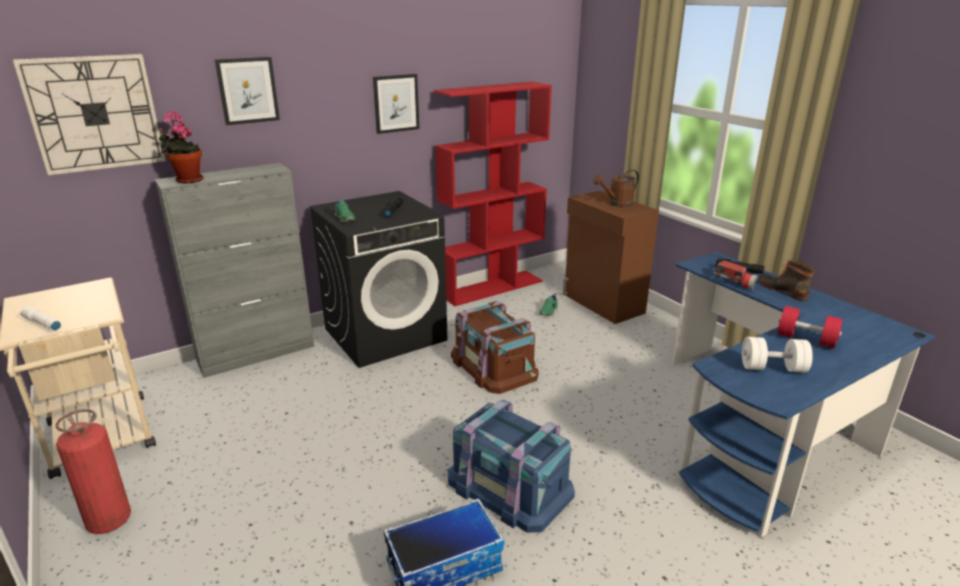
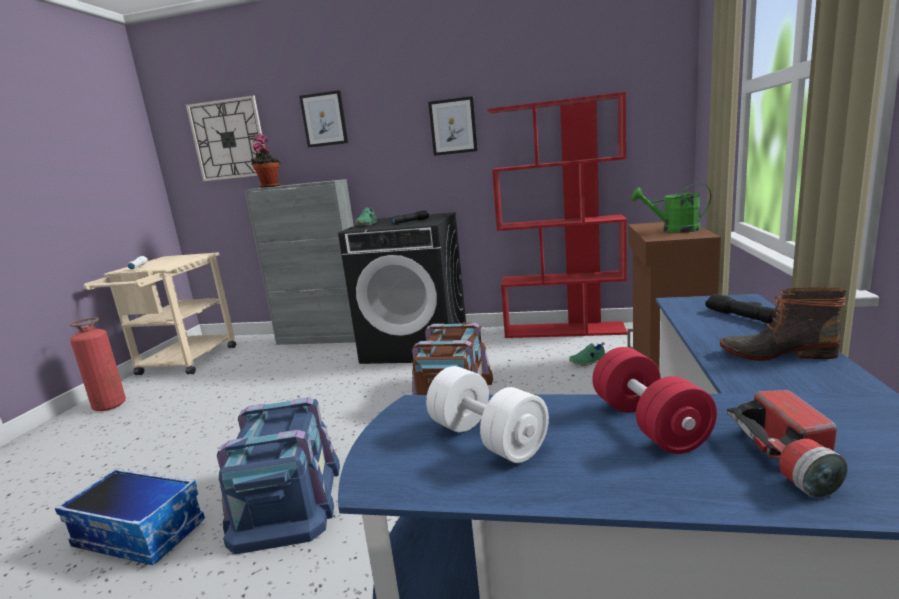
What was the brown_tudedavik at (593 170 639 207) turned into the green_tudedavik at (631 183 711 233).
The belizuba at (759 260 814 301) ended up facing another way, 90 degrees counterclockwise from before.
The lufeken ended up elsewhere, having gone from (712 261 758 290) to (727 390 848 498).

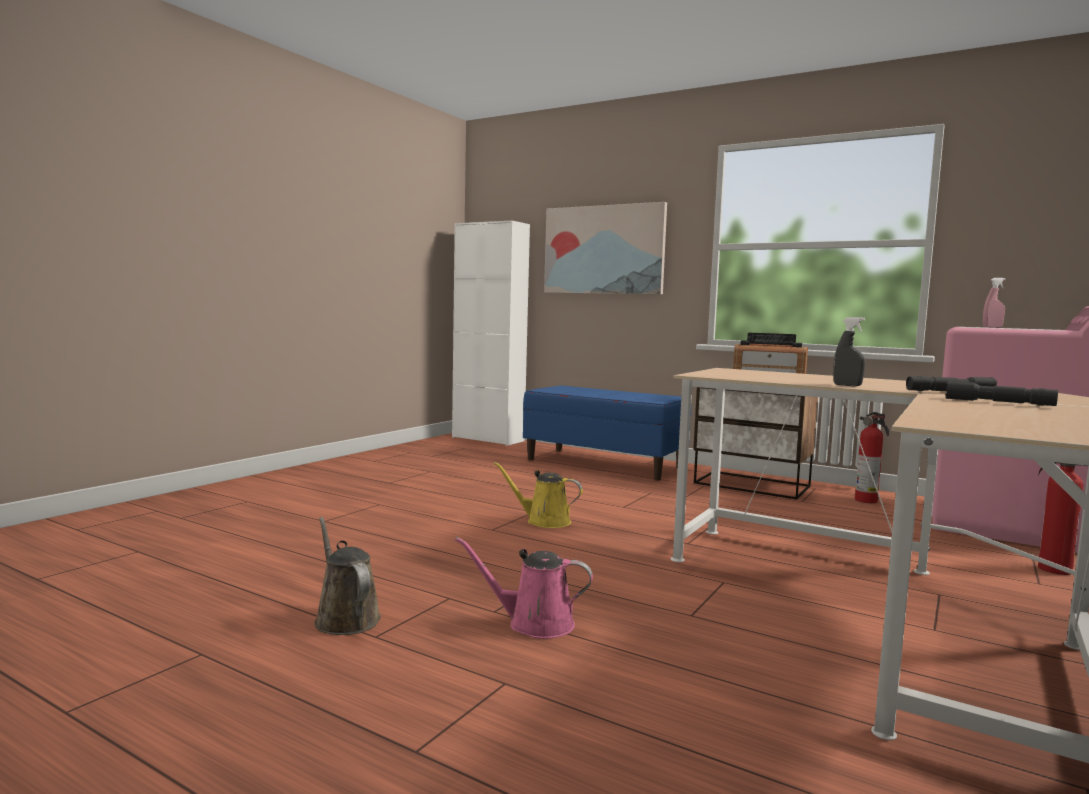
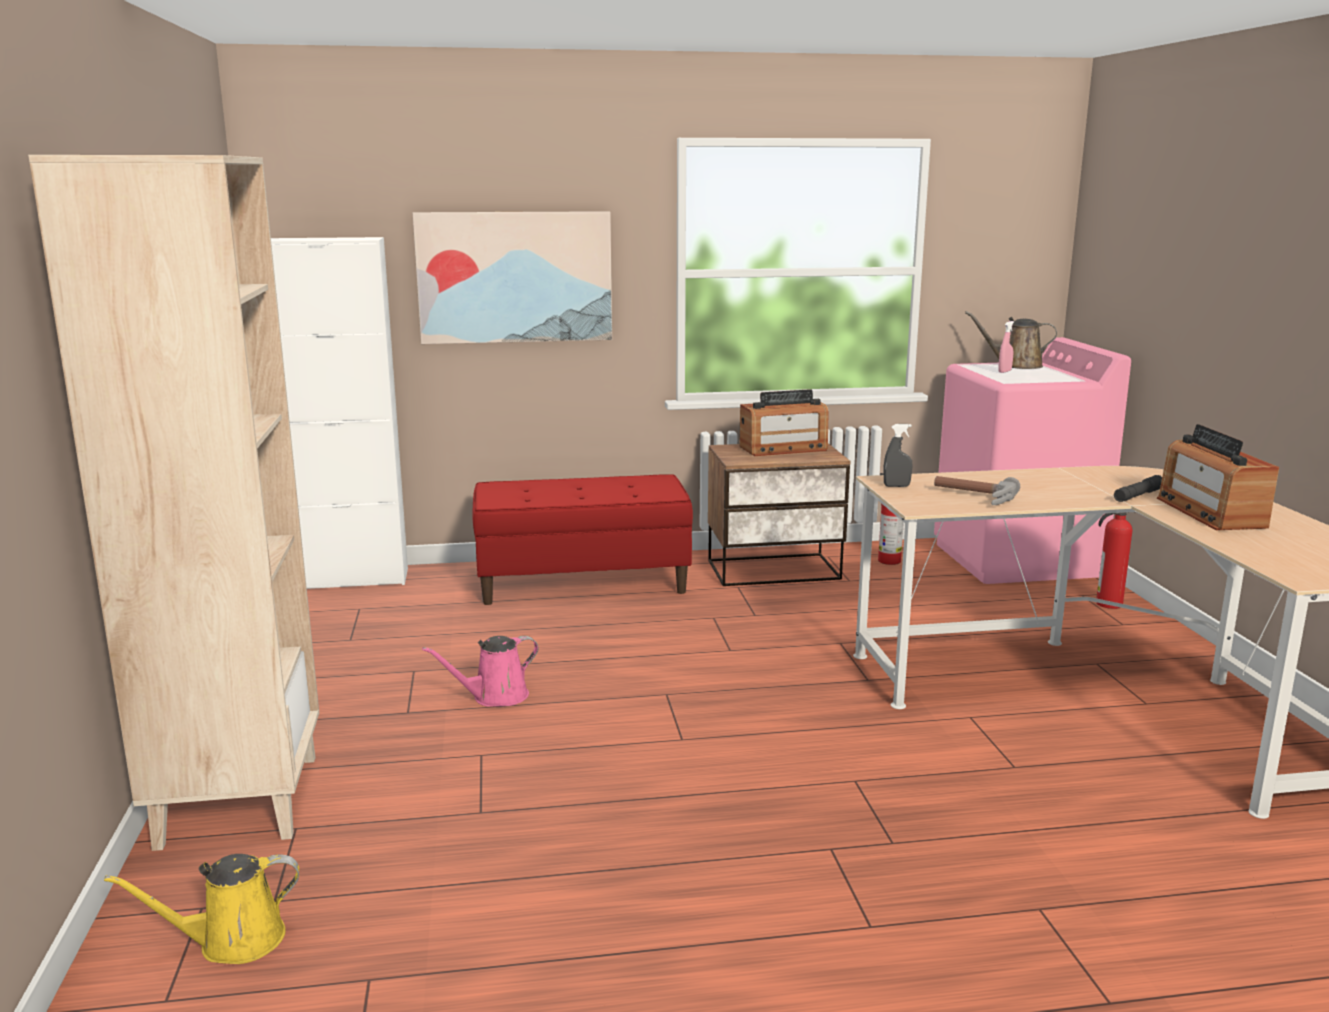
The second view gained the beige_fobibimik at (28 155 319 851).
The yellow_tudedavik ended up elsewhere, having gone from (493 462 583 528) to (104 854 299 964).
The pink_tudedavik ended up elsewhere, having gone from (455 537 593 639) to (422 636 539 707).
What was the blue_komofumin at (523 385 691 480) turned into the red_komofumin at (472 474 693 605).
The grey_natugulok ended up elsewhere, having gone from (833 317 865 386) to (883 424 913 487).
The second view gained the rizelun at (934 476 1020 505).
The brown_tudedavik ended up elsewhere, having gone from (314 517 381 635) to (965 311 1057 369).
Where the grey_lufeken stood at (945 381 1058 406), the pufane came to stand at (1157 424 1279 530).

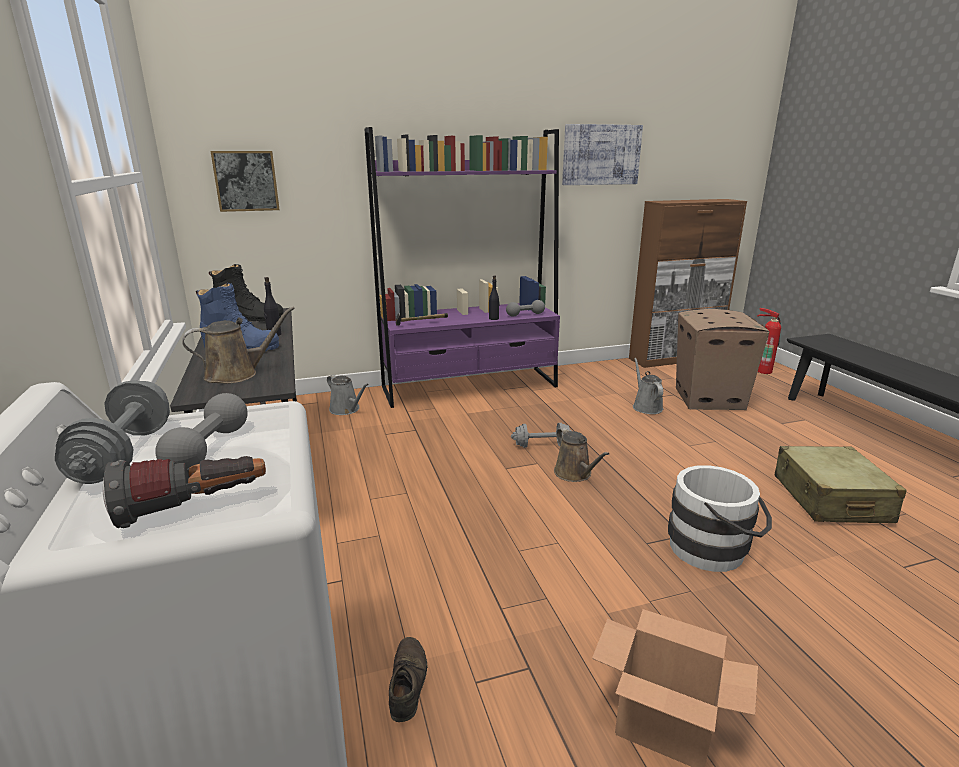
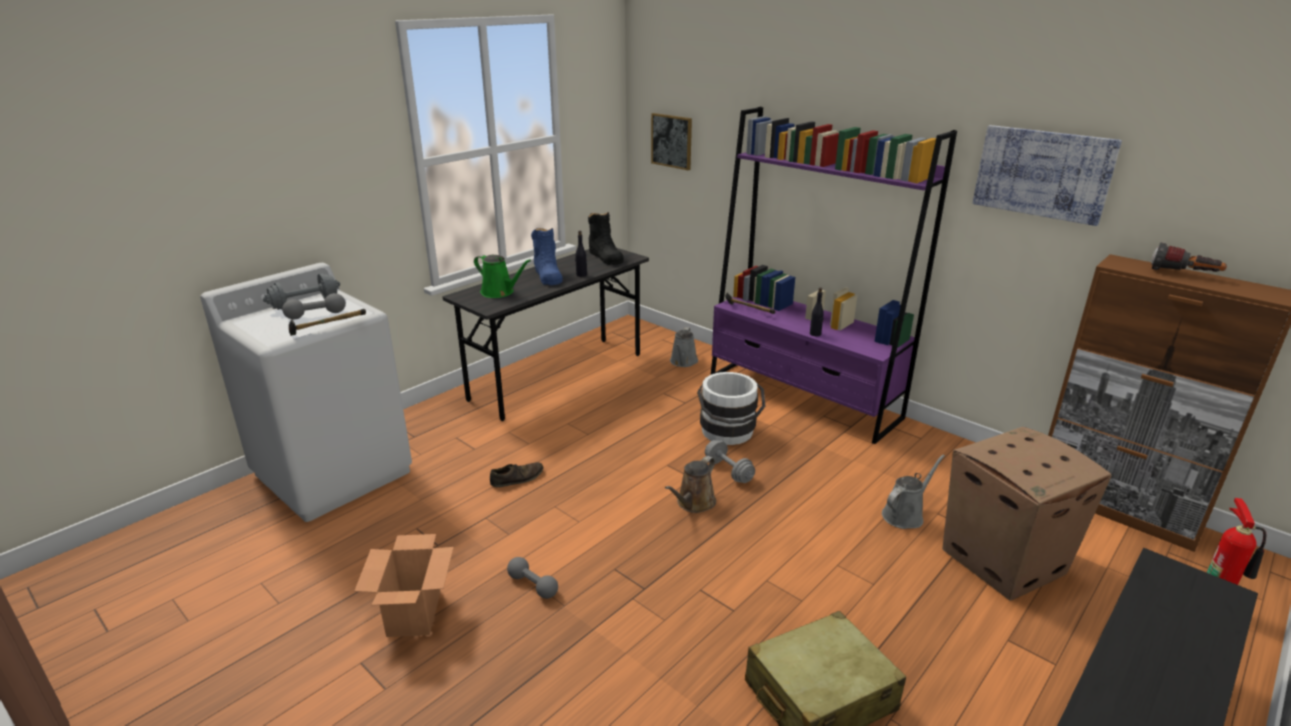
The second view gained the rizelun at (289 309 366 336).
What was the brown_tudedavik at (182 307 295 384) turned into the green_tudedavik at (474 255 531 298).
The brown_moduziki ended up elsewhere, having gone from (389 637 427 722) to (490 462 543 487).
The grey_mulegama ended up elsewhere, having gone from (506 300 545 317) to (507 557 558 599).
The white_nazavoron ended up elsewhere, having gone from (668 465 772 572) to (697 372 765 445).
The lufeken ended up elsewhere, having gone from (103 456 266 528) to (1151 243 1227 272).

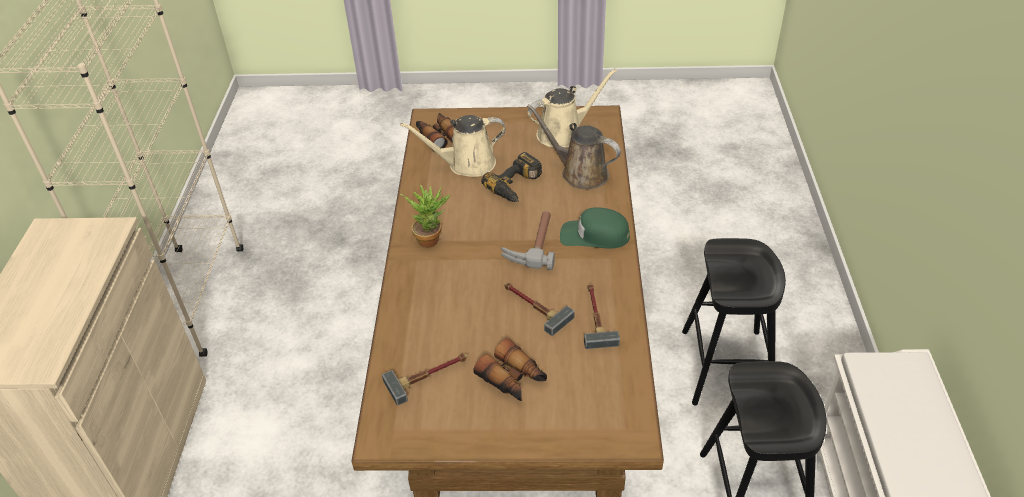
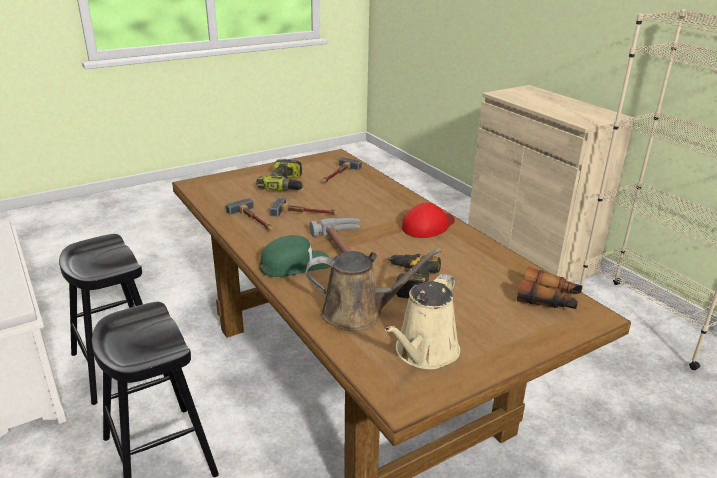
Where the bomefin stood at (473 338 547 401), the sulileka came to stand at (256 159 304 191).
Where the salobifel stood at (400 185 450 248), the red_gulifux came to stand at (402 203 455 238).
The second view lost the beige_tudedavik at (400 115 506 177).

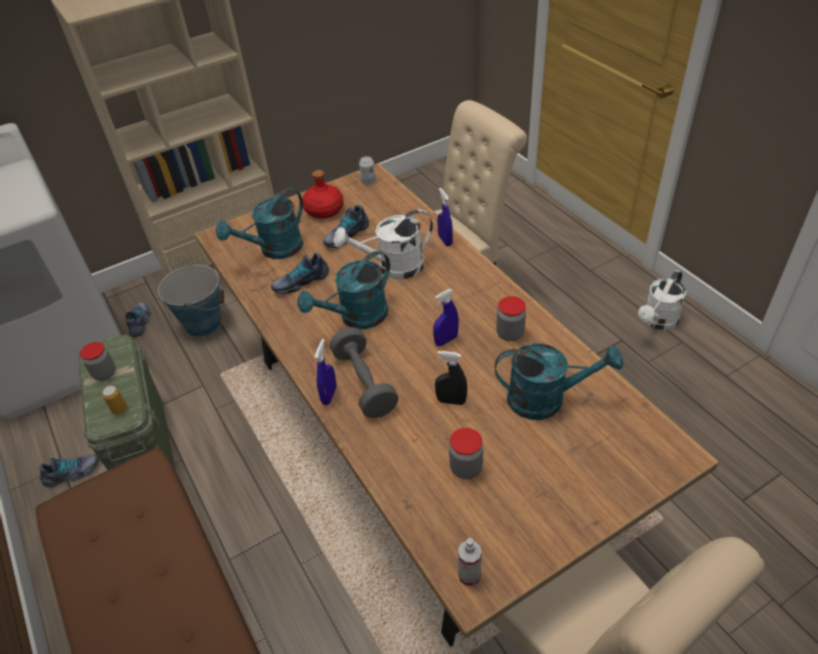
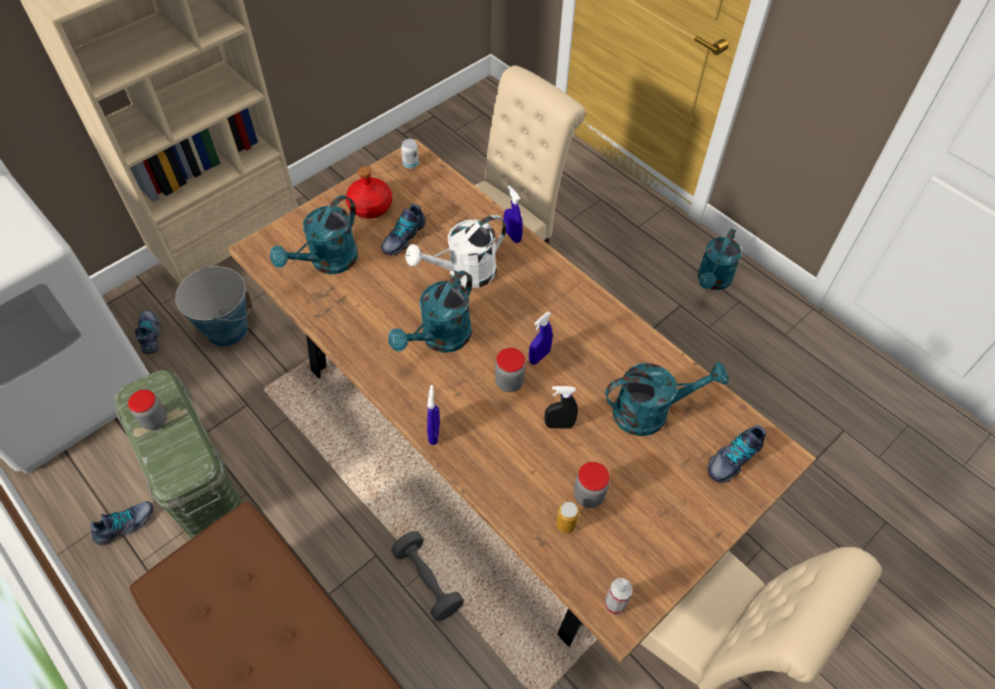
The grey_mulegama ended up elsewhere, having gone from (330 327 399 418) to (391 531 464 621).
The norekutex ended up elsewhere, having gone from (496 296 526 341) to (495 348 526 392).
The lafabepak ended up elsewhere, having gone from (102 386 127 415) to (556 502 579 534).
What was the white_tudedavik at (638 270 686 330) turned into the turquoise_tudedavik at (698 228 742 290).
The moduziki ended up elsewhere, having gone from (271 252 329 294) to (708 425 766 483).

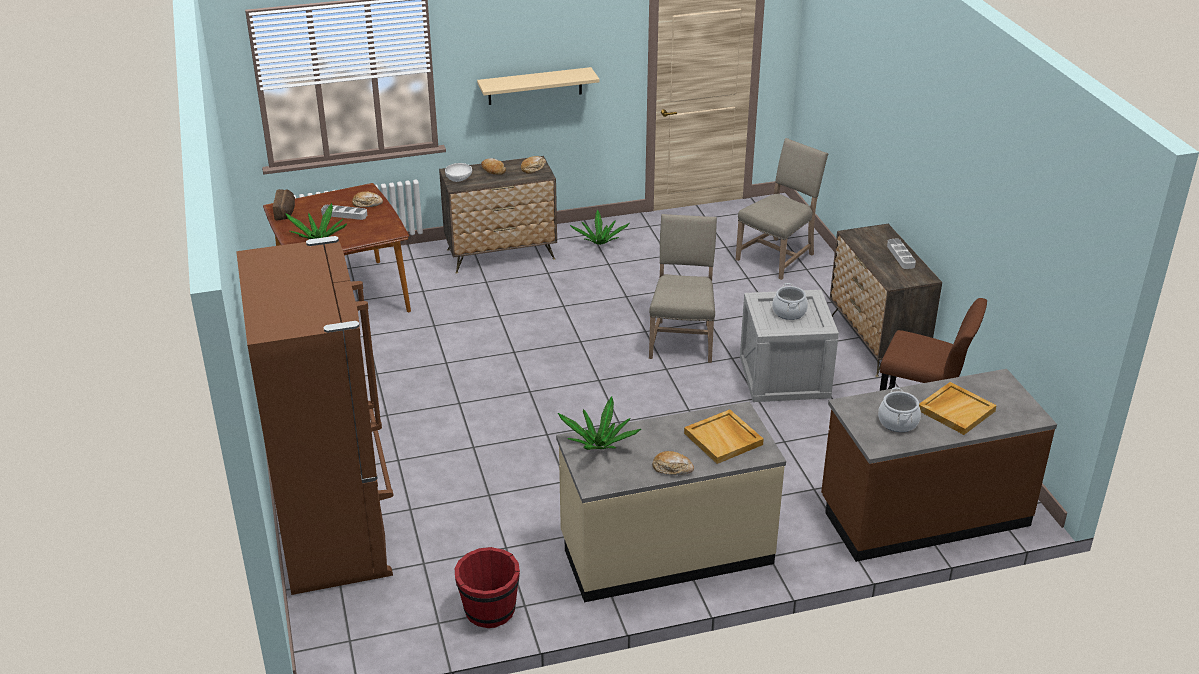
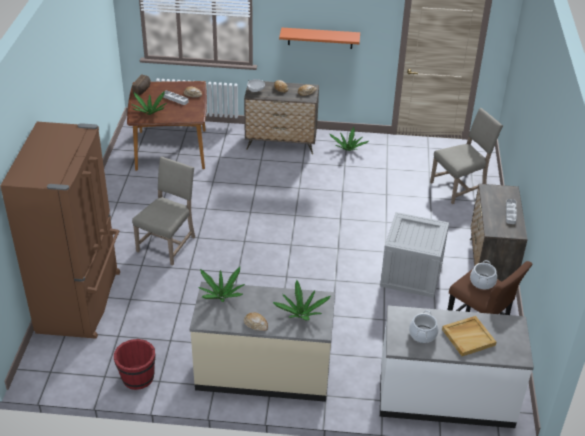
The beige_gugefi ended up elsewhere, having gone from (649 214 717 363) to (132 157 195 266).
Where the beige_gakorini stood at (684 410 764 464), the salobifel came to stand at (273 280 331 320).
What was the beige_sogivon at (477 67 599 105) turned into the orange_sogivon at (279 28 360 49).
What was the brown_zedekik at (821 369 1057 562) turned into the white_zedekik at (380 305 534 428).
The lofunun ended up elsewhere, having gone from (772 283 808 320) to (470 260 497 290).

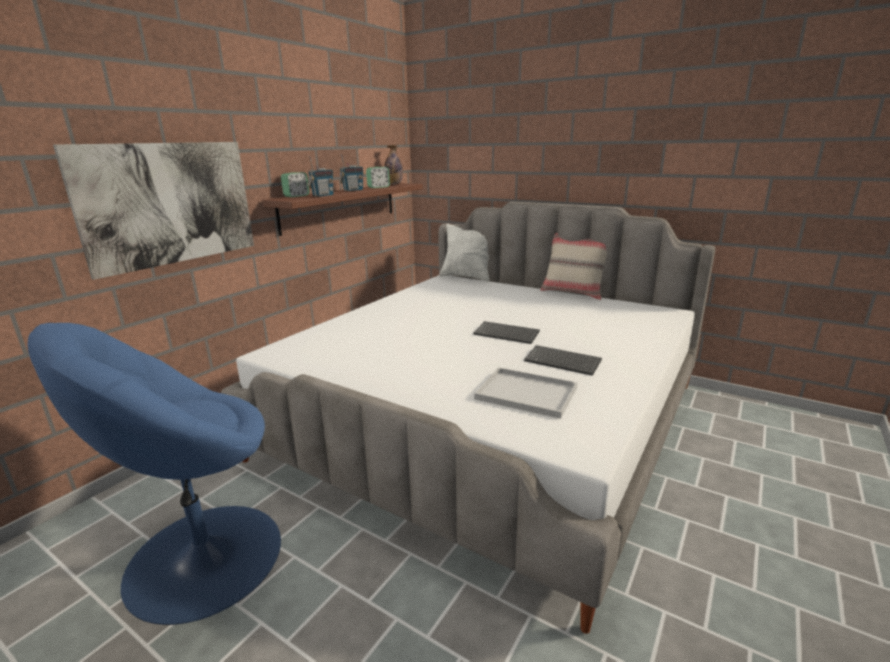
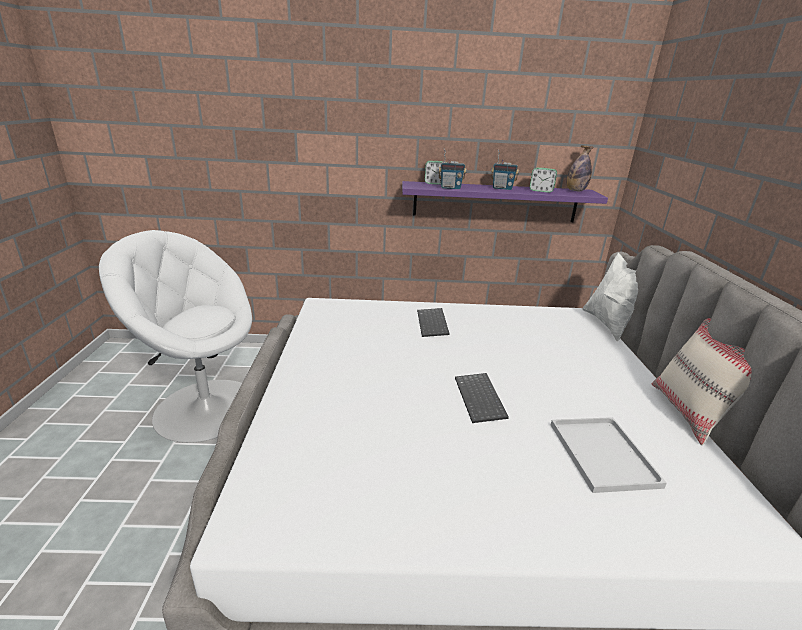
What was the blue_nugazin at (28 323 281 625) turned into the white_nugazin at (99 230 252 443).
What was the brown_sogivon at (262 183 423 236) turned into the purple_sogivon at (402 181 608 222).
The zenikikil ended up elsewhere, having gone from (524 345 602 376) to (417 308 449 337).
The white_gakorini ended up elsewhere, having gone from (474 367 578 419) to (551 417 667 493).
The second view lost the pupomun at (53 142 254 280).

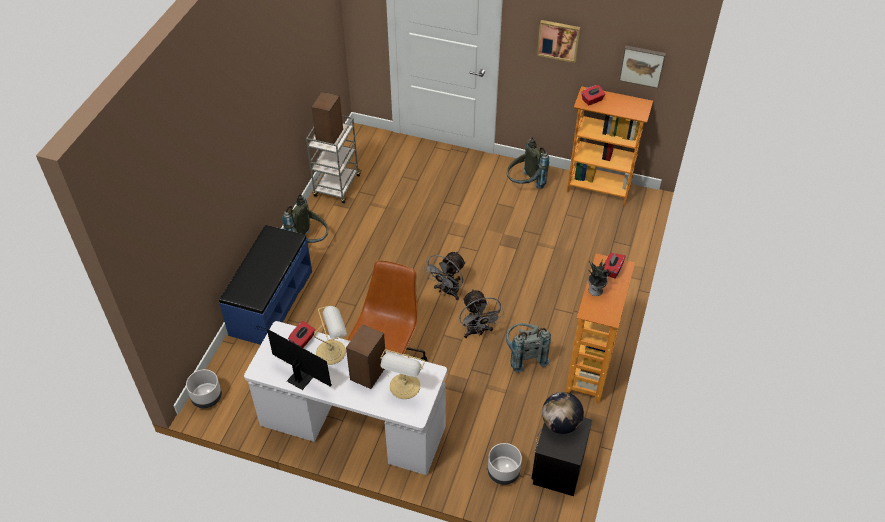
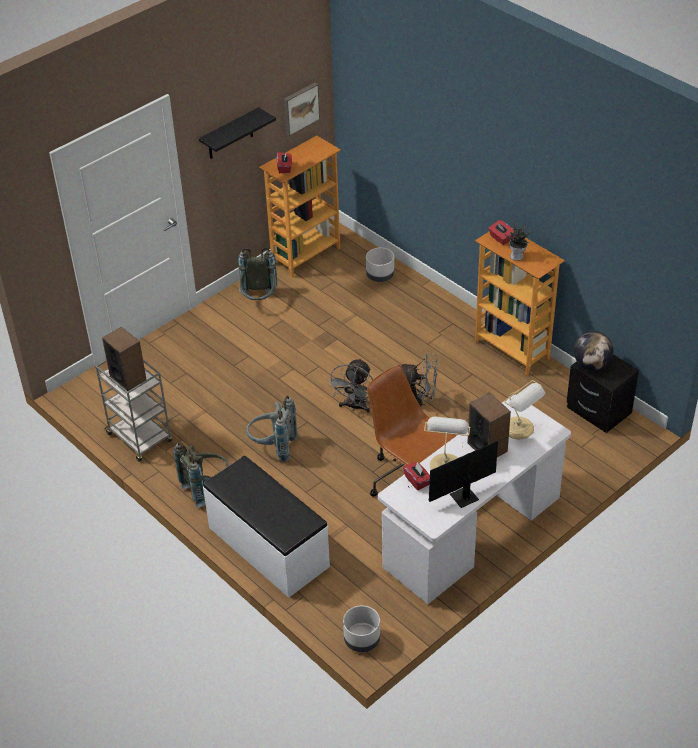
Where the pupomun hung at (537 20 580 63), the black_sogivon came to hang at (199 107 276 159).
What was the blue_komofumin at (219 225 312 345) turned into the white_komofumin at (203 456 330 598).
The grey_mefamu ended up elsewhere, having gone from (506 323 551 373) to (246 396 298 462).
The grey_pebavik at (424 252 466 300) ended up facing another way, 45 degrees clockwise from before.
The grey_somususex ended up elsewhere, having gone from (488 443 522 485) to (366 248 394 282).

